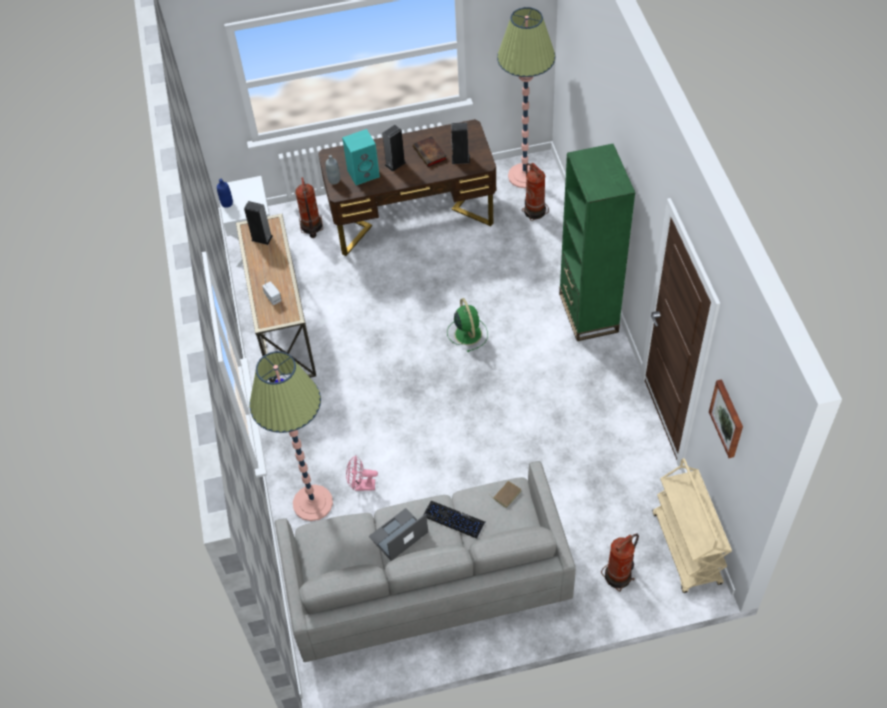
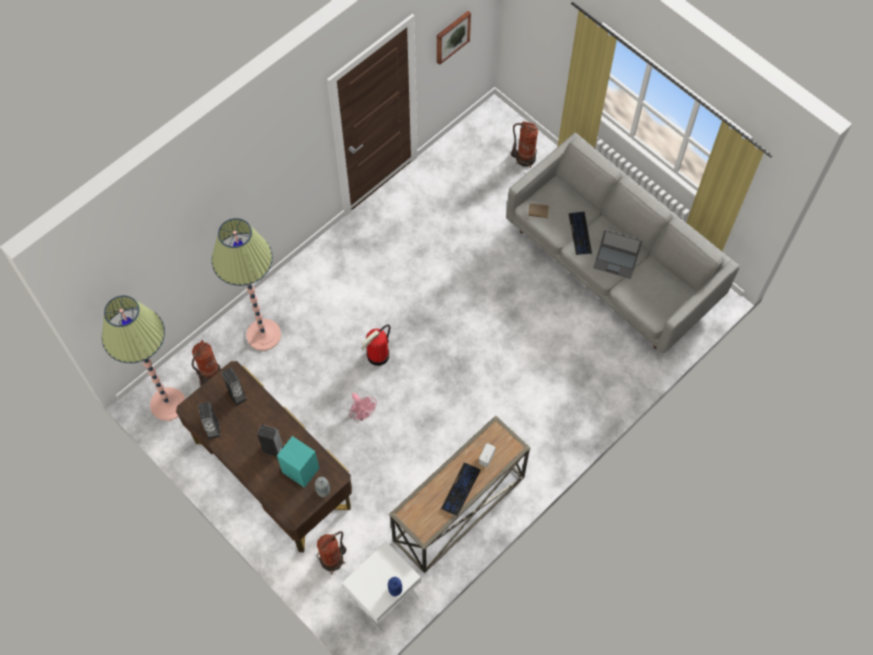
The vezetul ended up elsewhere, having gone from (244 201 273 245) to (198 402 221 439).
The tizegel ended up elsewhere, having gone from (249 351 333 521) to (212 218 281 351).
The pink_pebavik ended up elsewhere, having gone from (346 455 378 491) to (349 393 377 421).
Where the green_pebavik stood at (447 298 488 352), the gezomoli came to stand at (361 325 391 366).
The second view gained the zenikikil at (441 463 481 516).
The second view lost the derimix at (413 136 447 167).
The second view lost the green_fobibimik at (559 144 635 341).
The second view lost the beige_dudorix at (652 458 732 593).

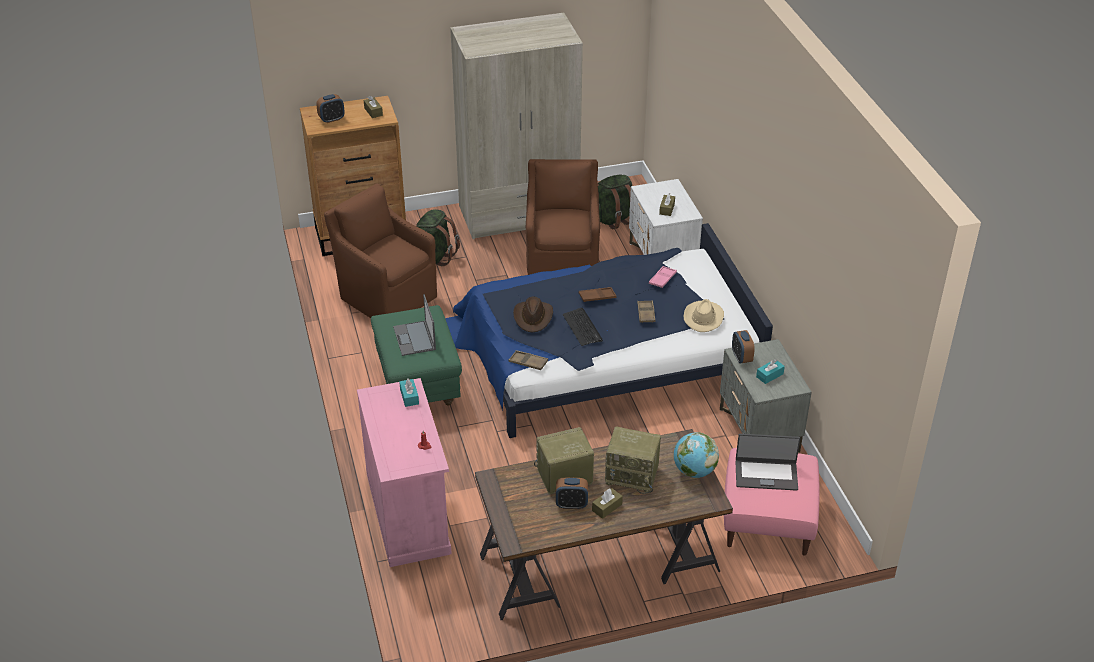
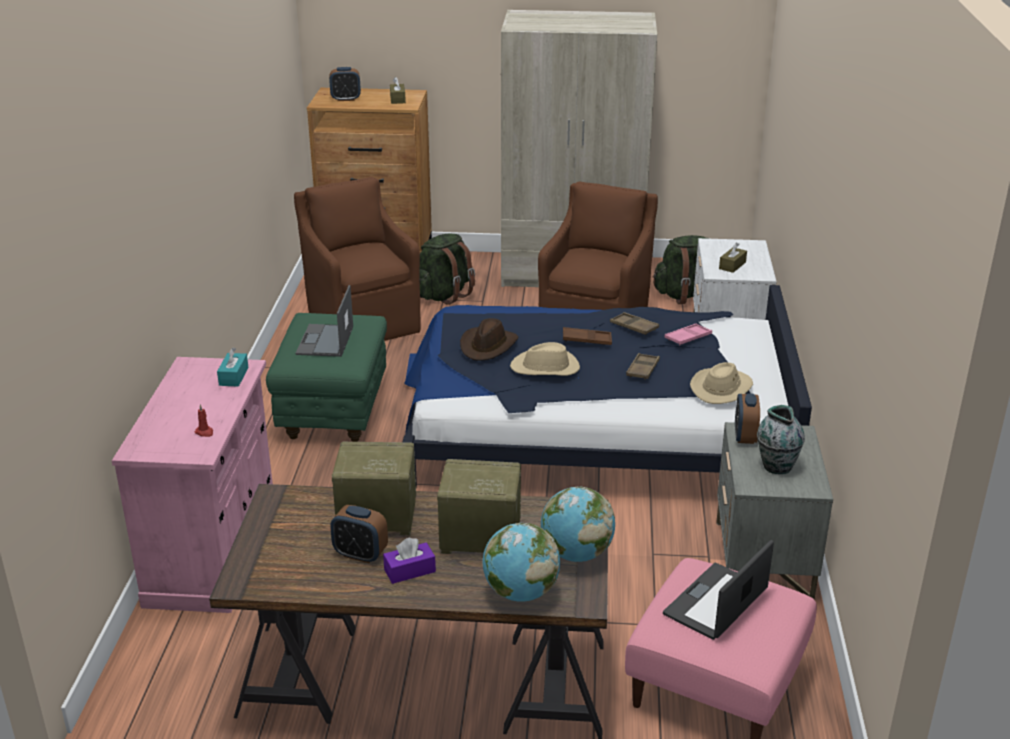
What was the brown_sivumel at (592 488 623 519) turned into the purple_sivumel at (383 537 436 584).
The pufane at (605 426 661 494) ended up facing another way, 150 degrees clockwise from before.
The second view gained the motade at (483 523 560 602).
Where the zenikikil stood at (563 308 603 346), the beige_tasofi came to stand at (510 342 580 376).
The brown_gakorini ended up elsewhere, having gone from (509 350 548 370) to (610 312 659 335).
The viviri at (736 434 800 491) ended up facing another way, 105 degrees clockwise from before.
Where the turquoise_sivumel stood at (756 359 785 384), the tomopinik came to stand at (757 405 805 474).

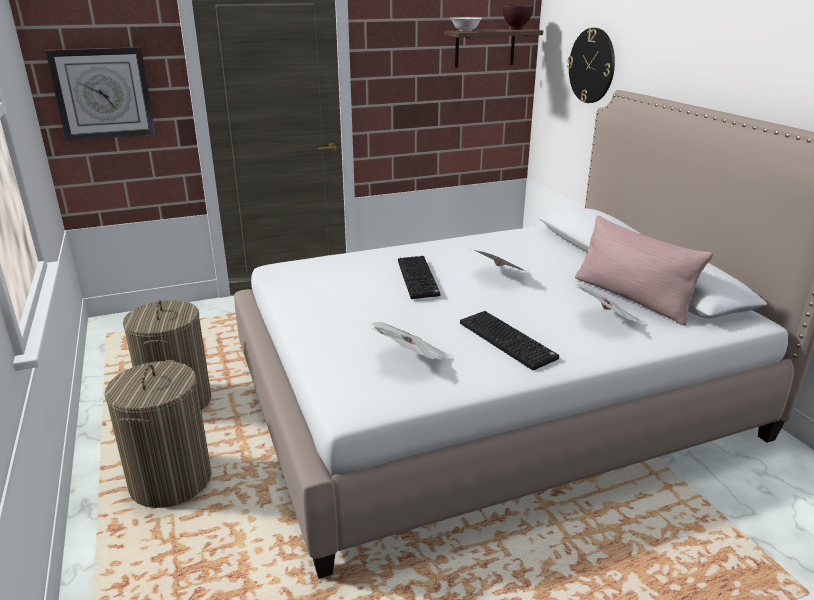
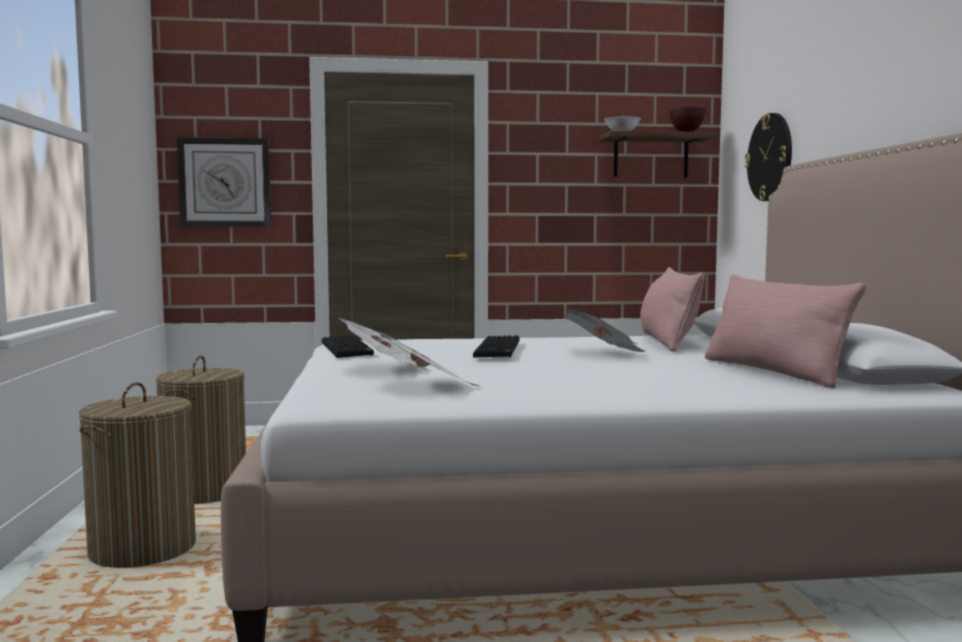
The zenikikil ended up elsewhere, having gone from (460 311 559 370) to (322 335 374 358).
The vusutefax ended up elsewhere, having gone from (575 284 645 323) to (339 318 430 371).
The second view gained the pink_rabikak at (640 267 705 352).

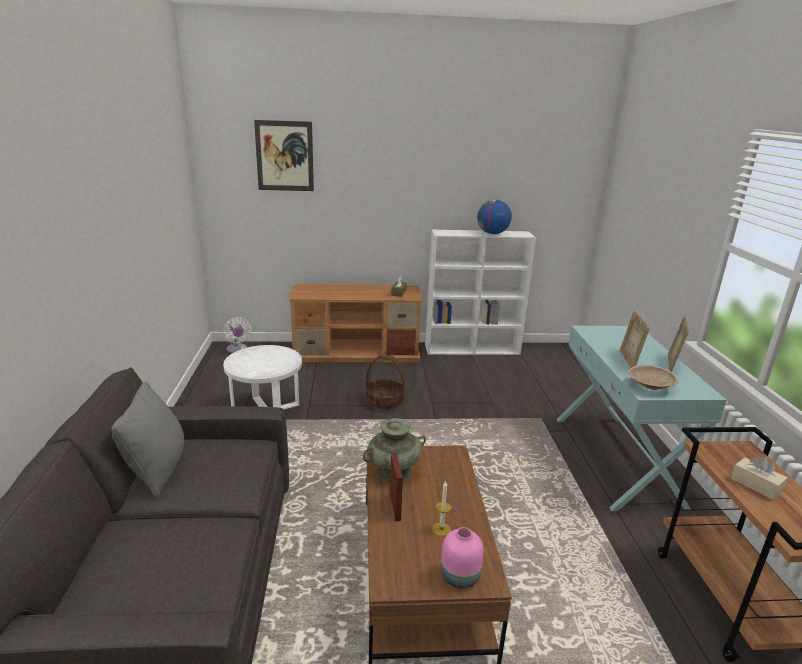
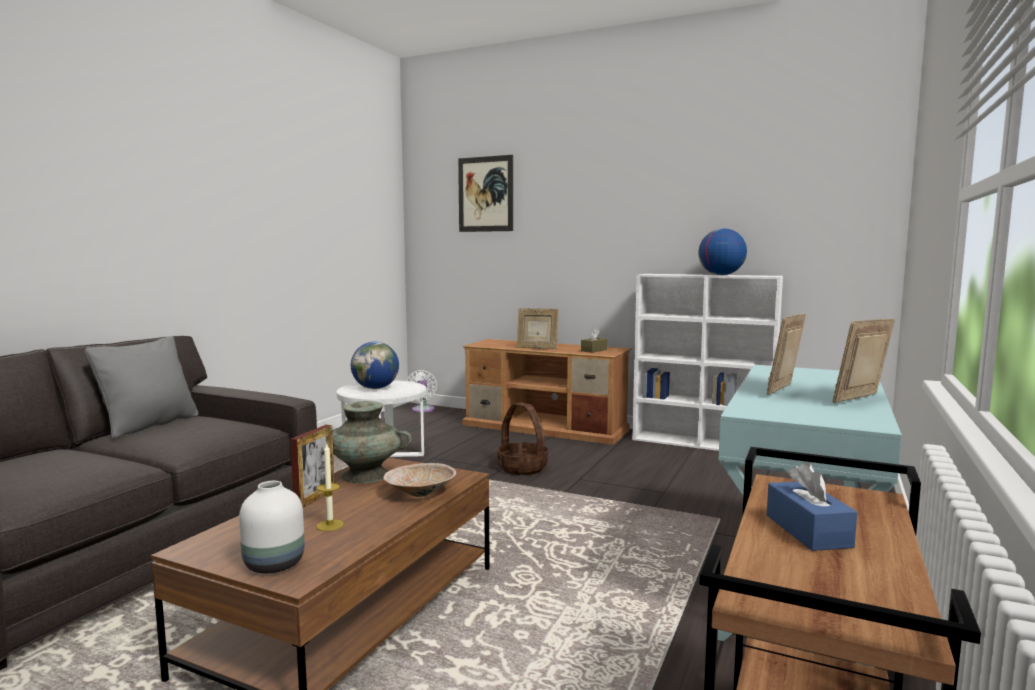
What was the pink_tomopinik at (441 527 484 589) turned into the white_tomopinik at (239 481 304 573).
The second view gained the motade at (351 342 399 389).
The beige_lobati ended up elsewhere, having gone from (628 365 679 390) to (383 463 456 497).
The second view gained the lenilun at (517 308 559 349).
What was the beige_sivumel at (731 457 788 500) turned into the blue_sivumel at (767 462 857 551).

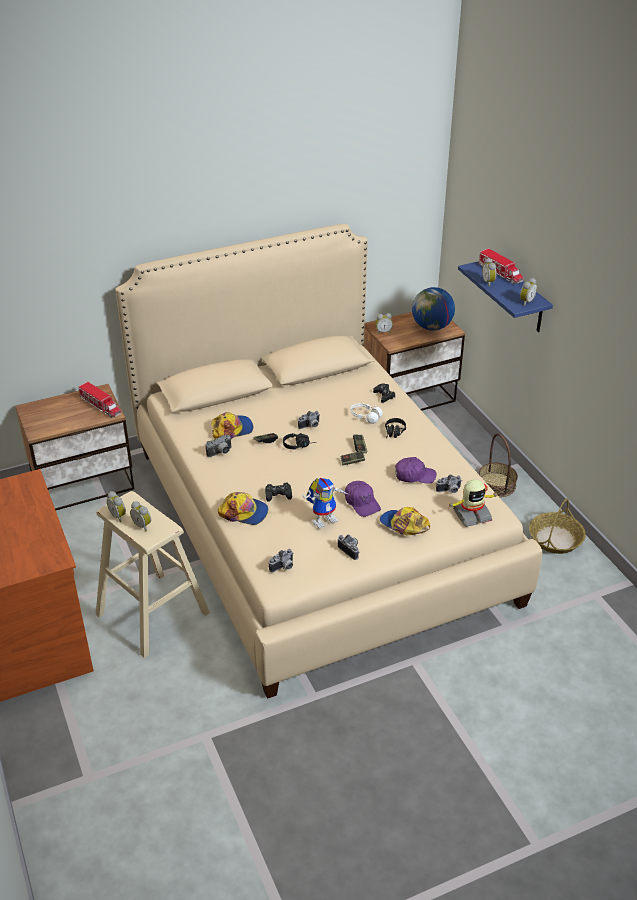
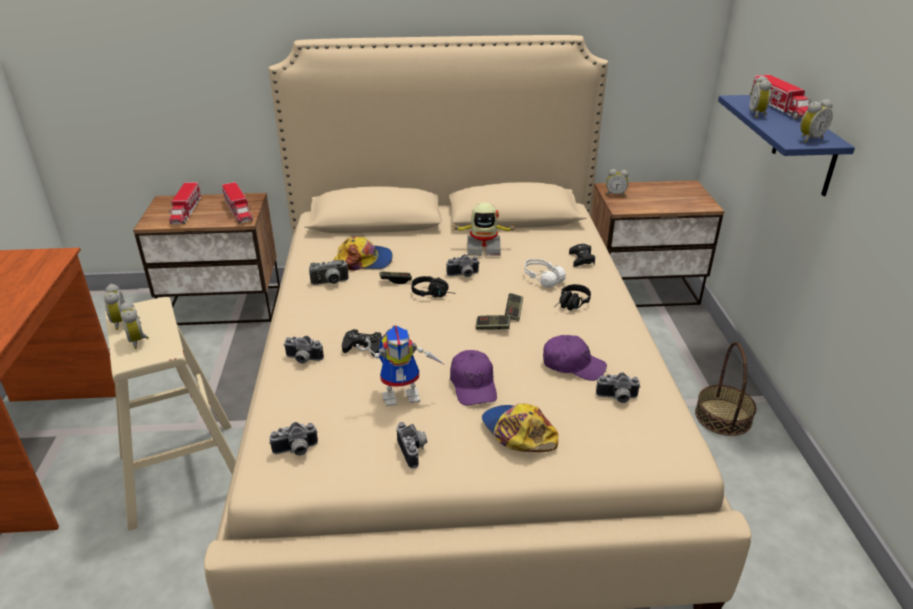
The second view gained the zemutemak at (169 182 201 225).
Where the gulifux stood at (218 492 268 525), the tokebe came to stand at (283 336 324 364).
The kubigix ended up elsewhere, having gone from (448 479 498 527) to (452 202 517 256).
The second view lost the motade at (412 287 455 331).
The second view lost the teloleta at (529 498 586 554).

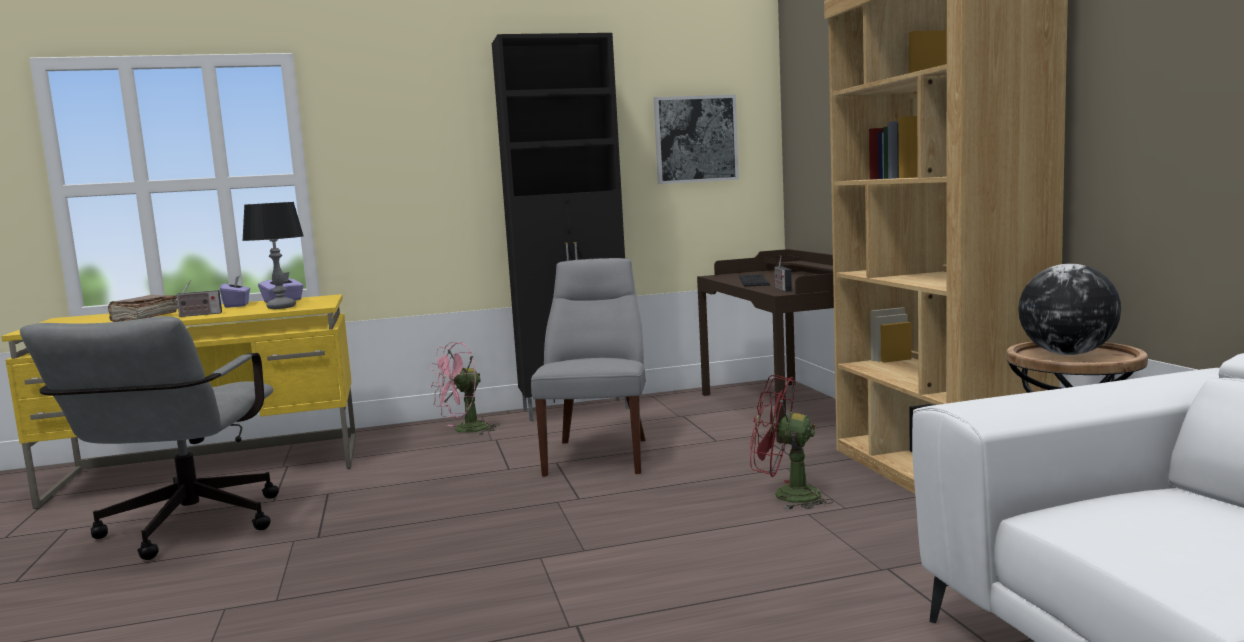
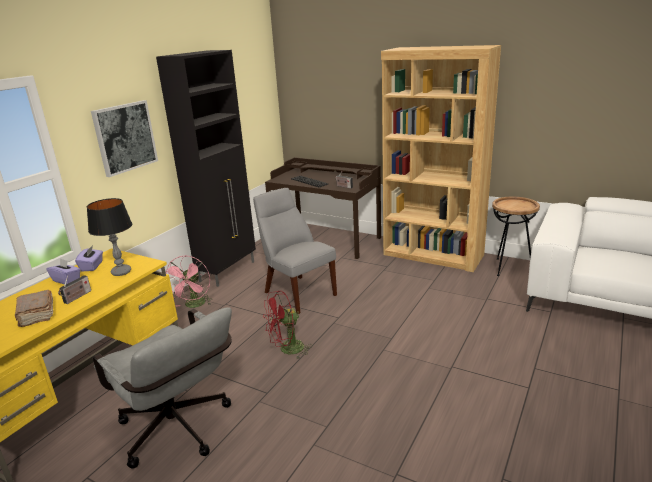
The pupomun ended up elsewhere, having gone from (654 94 739 184) to (91 100 158 177).
The red_pebavik ended up elsewhere, having gone from (750 375 834 510) to (263 291 312 359).
The second view lost the motade at (1018 264 1121 355).

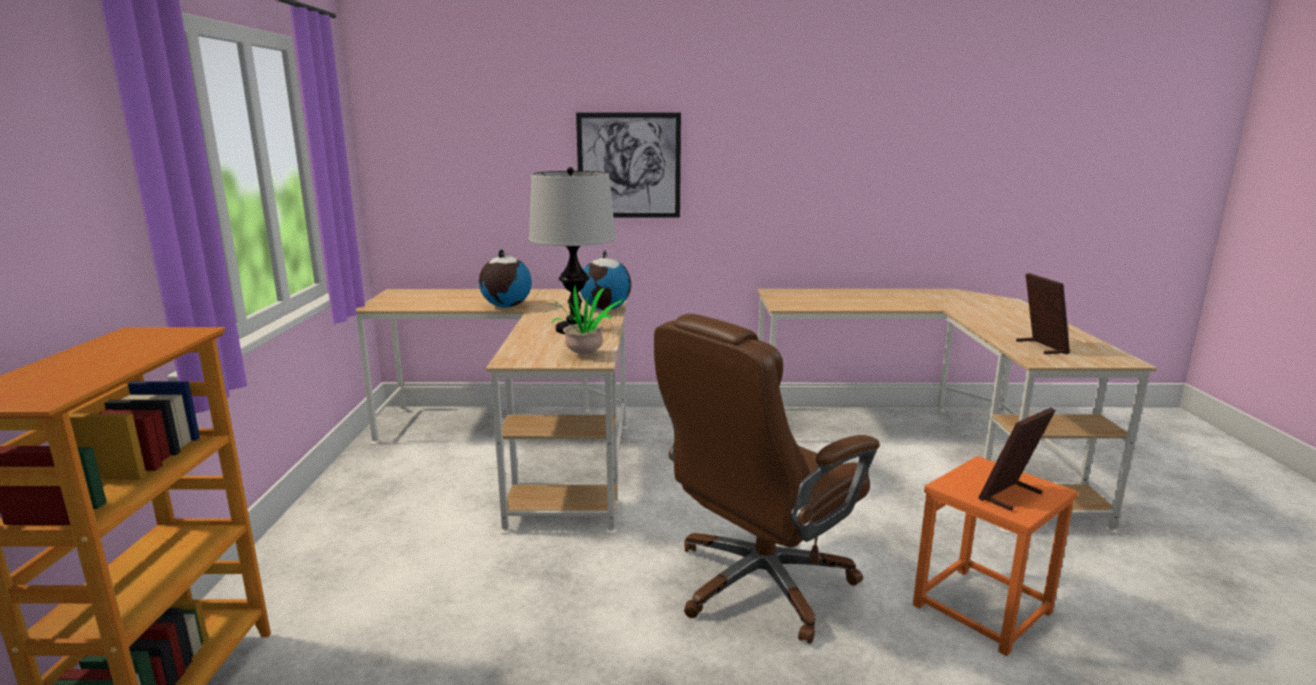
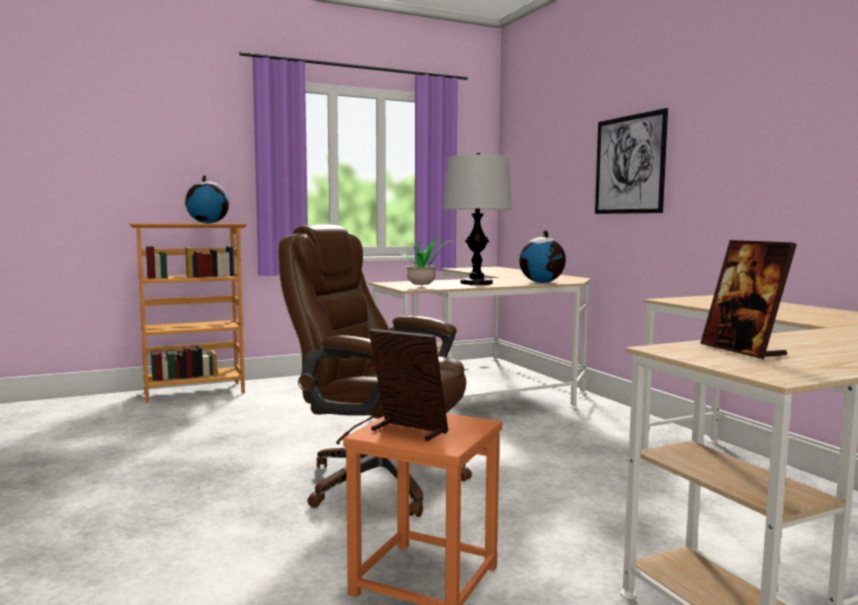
The motade ended up elsewhere, having gone from (479 249 532 308) to (185 175 229 223).
The lenilun at (1016 273 1070 354) ended up facing another way, 105 degrees clockwise from before.

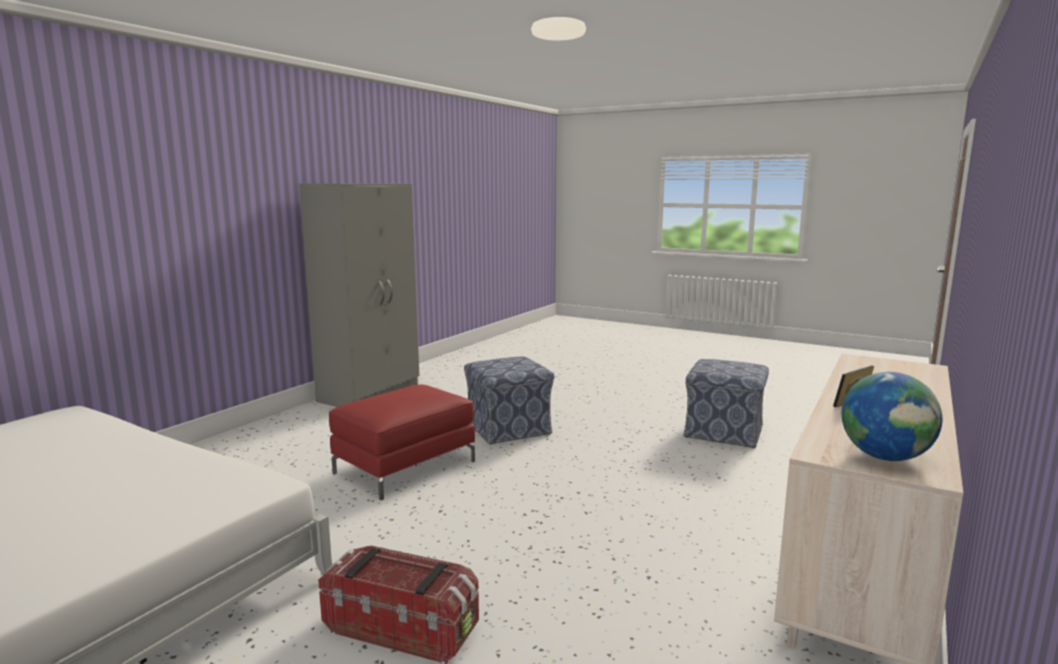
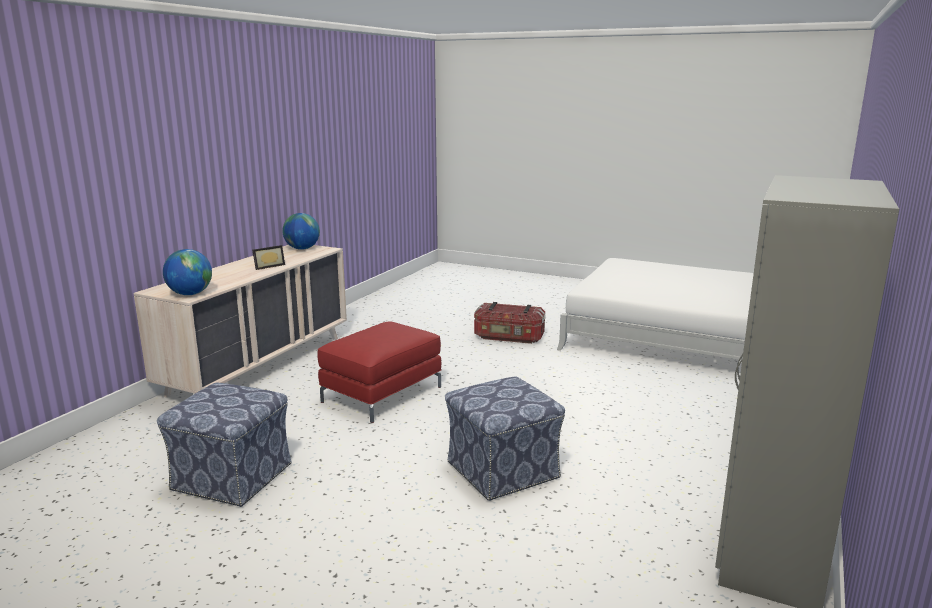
The second view gained the motade at (163 249 212 295).
The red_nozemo ended up elsewhere, having gone from (329 384 475 500) to (318 322 442 423).

